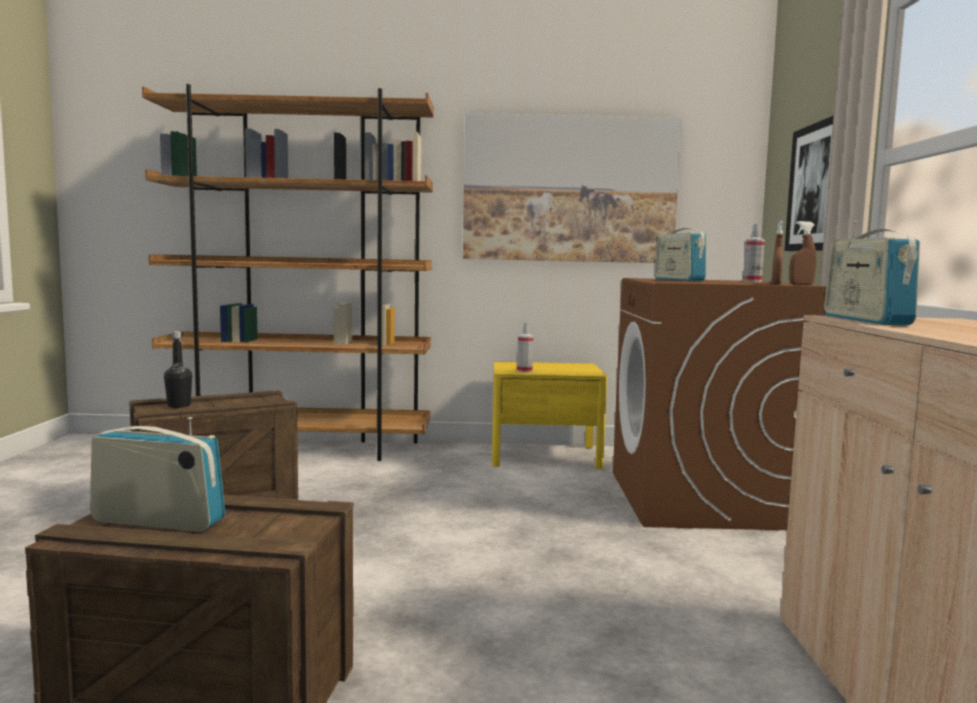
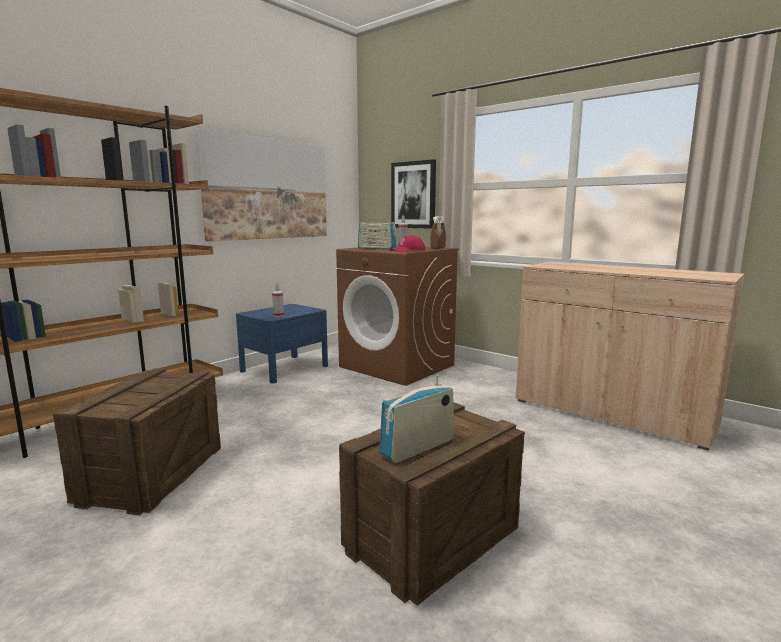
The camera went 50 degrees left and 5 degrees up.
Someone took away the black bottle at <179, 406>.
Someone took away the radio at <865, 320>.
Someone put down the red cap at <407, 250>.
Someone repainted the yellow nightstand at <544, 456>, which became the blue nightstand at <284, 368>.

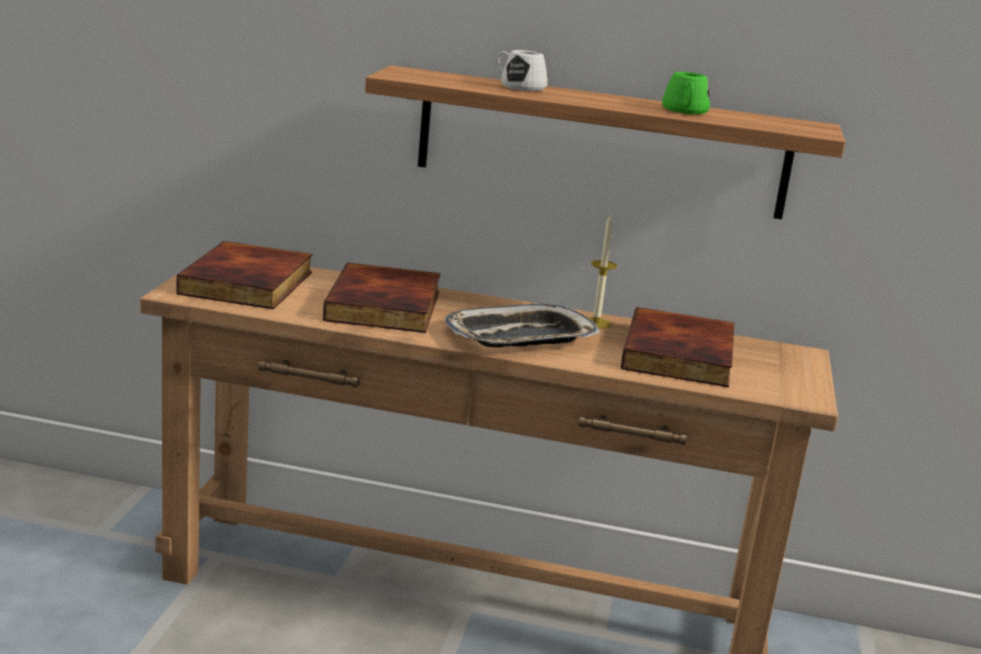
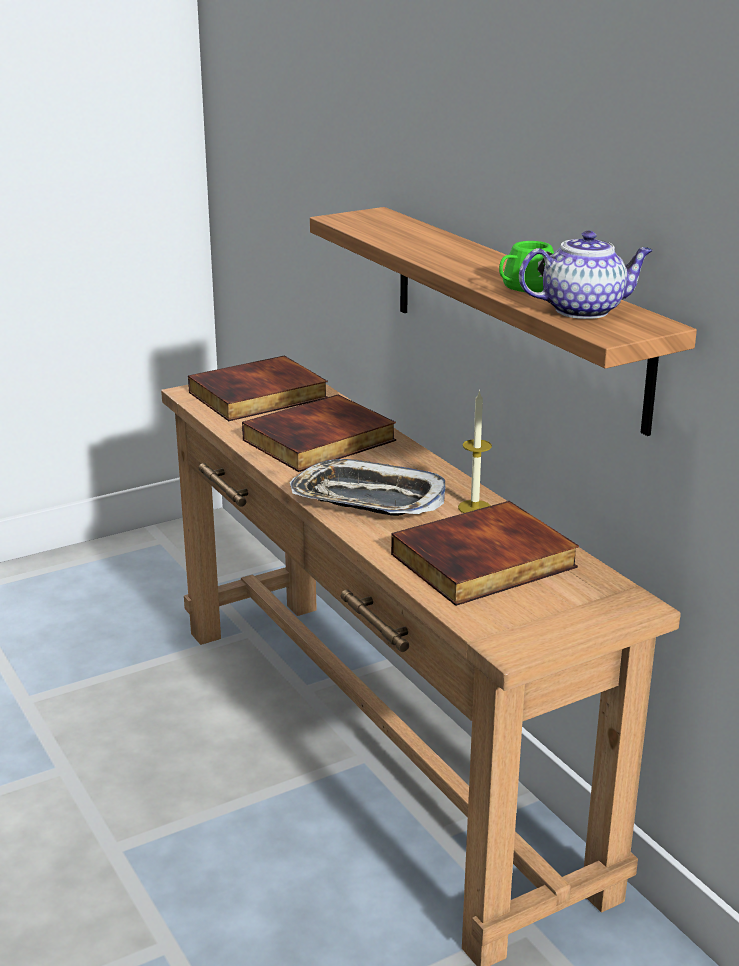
The camera went 50 degrees right and 5 degrees up.
Someone took away the white mug at <518, 86>.
Someone put down the teapot at <584, 310>.

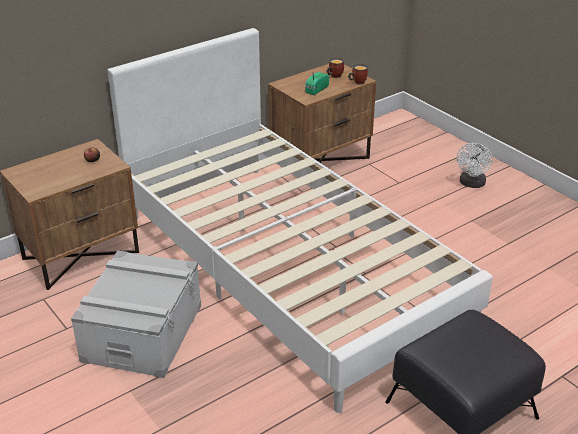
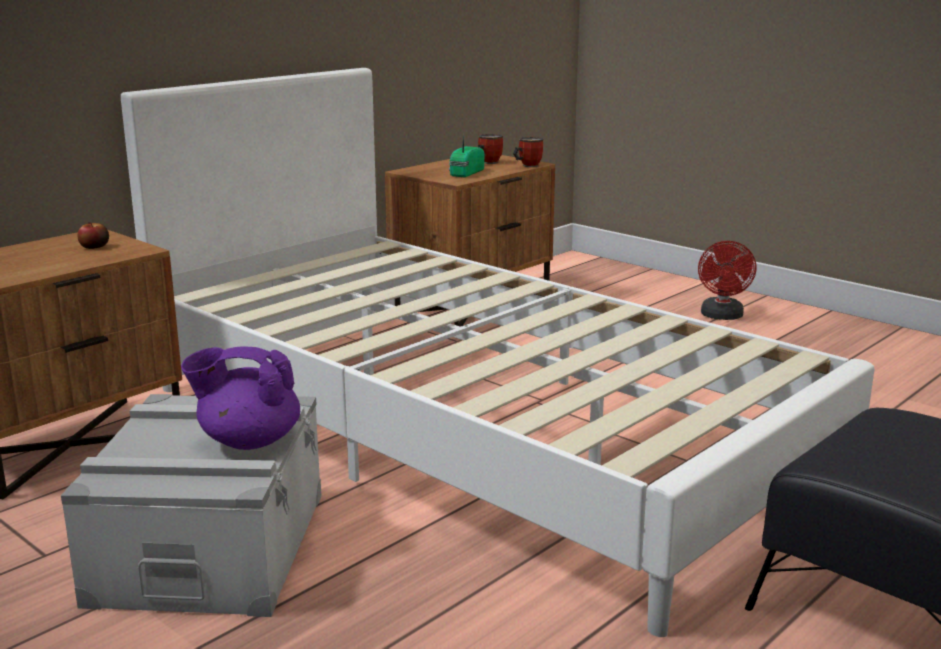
The camera went 10 degrees left and 15 degrees down.
Someone put down the purple teapot at <248, 441>.
Someone repainted the white fan at <471, 184>, which became the red fan at <722, 316>.

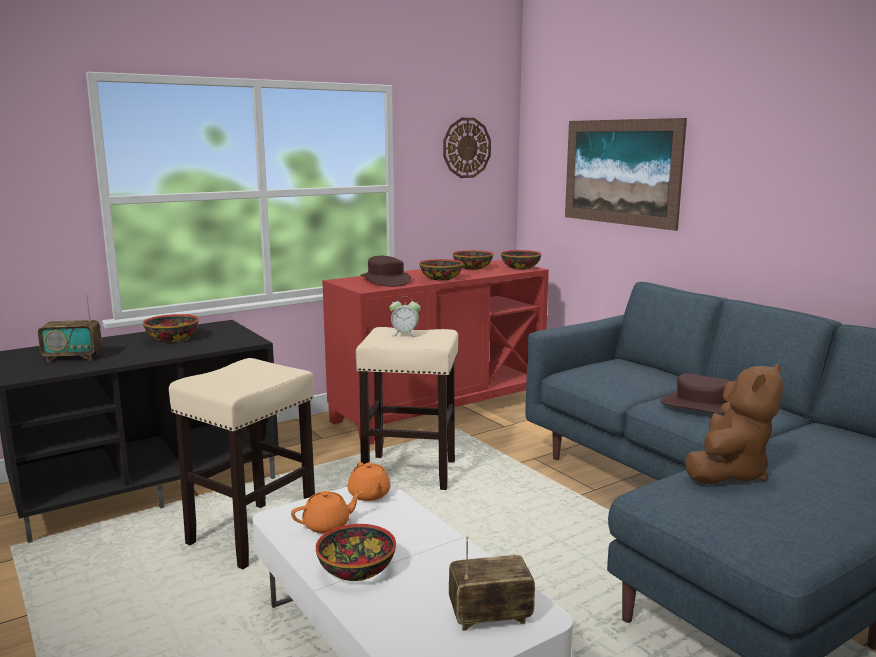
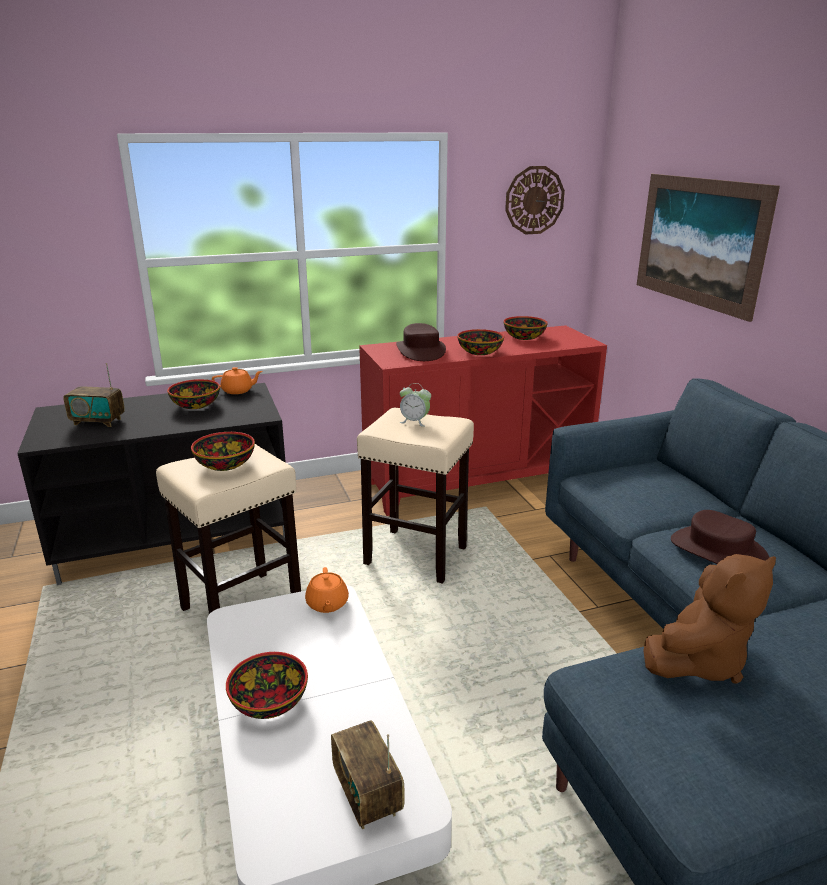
The camera went 15 degrees right and 10 degrees up.
Someone carried the orange teapot from <327, 525> to <238, 391>.
Someone carried the bowl from <520, 267> to <226, 464>.
Someone rotated the radio at <490, 617> by 120 degrees counterclockwise.

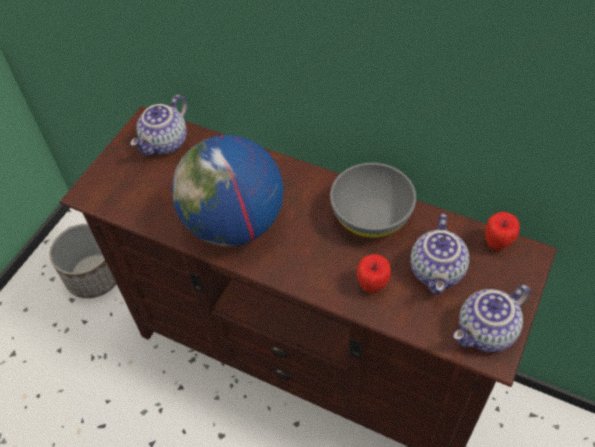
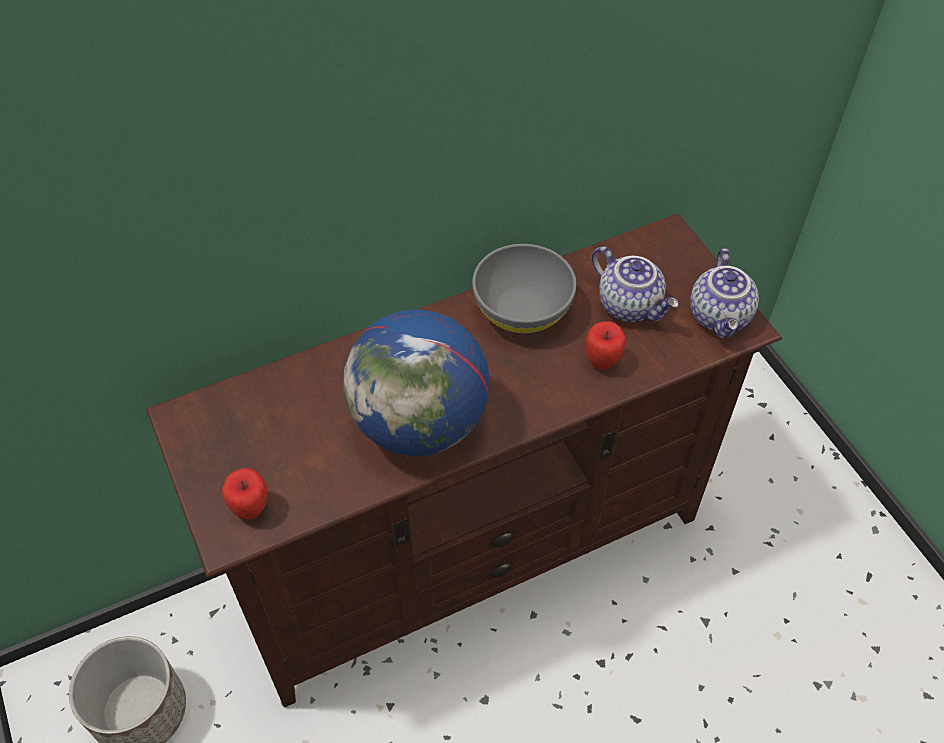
The camera went 55 degrees left and 0 degrees up.
Someone took away the teapot at <166, 143>.
Someone carried the apple from <497, 244> to <251, 509>.

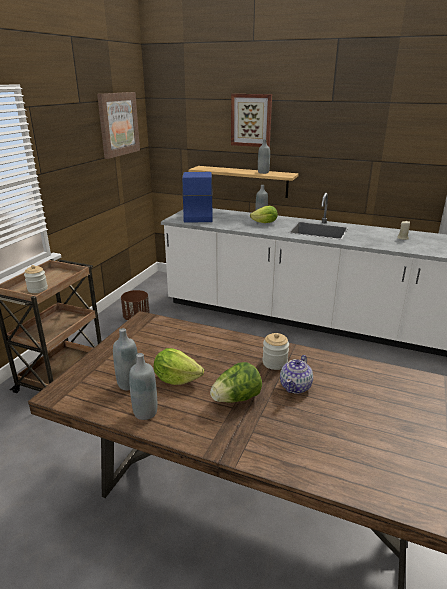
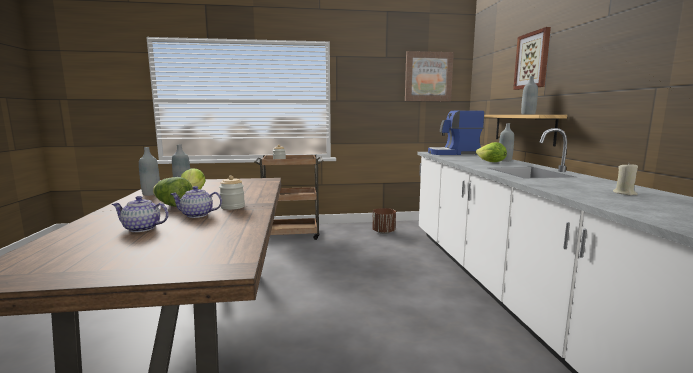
The camera went 60 degrees right and 15 degrees down.
Someone put down the teapot at <142, 228>.
Someone rotated the coffee machine at <197, 215> by 150 degrees counterclockwise.

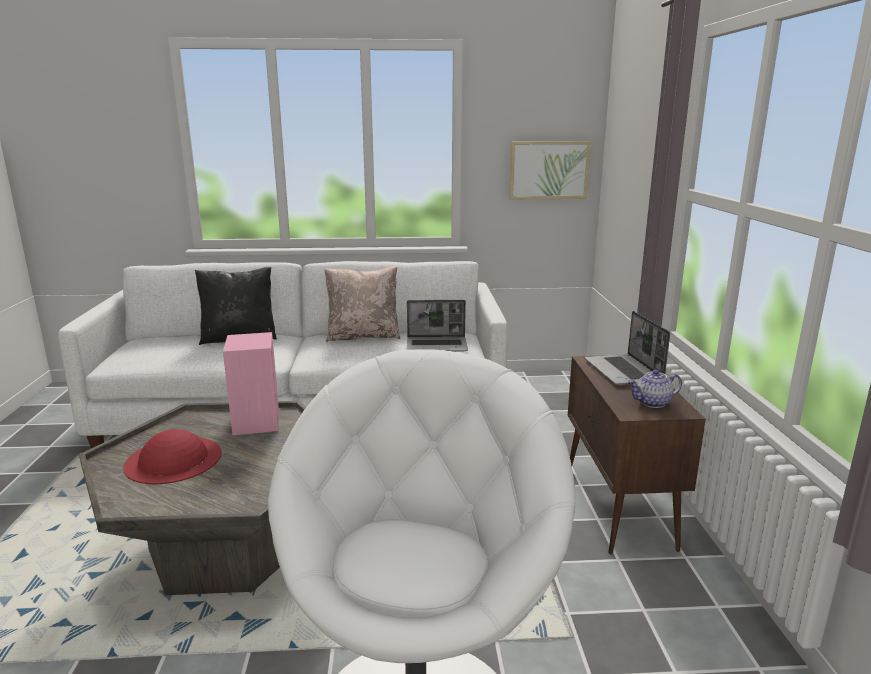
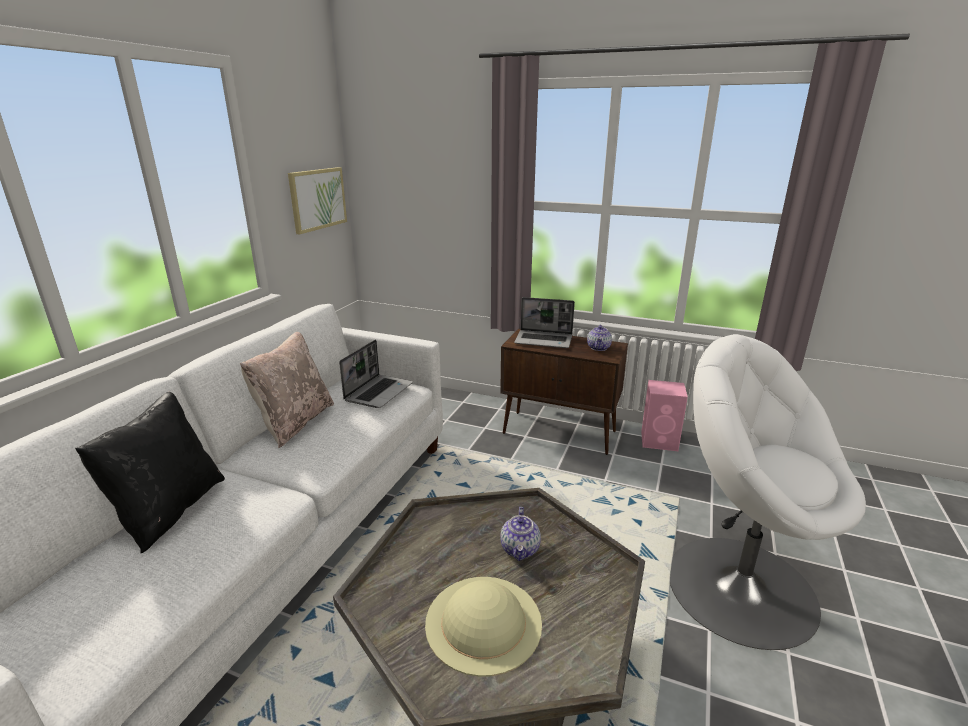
The camera went 65 degrees left and 5 degrees up.
Someone put down the teapot at <520, 549>.
Someone carried the pink speaker from <256, 422> to <660, 441>.
Someone repainted the red hat at <173, 459>, which became the beige hat at <483, 622>.

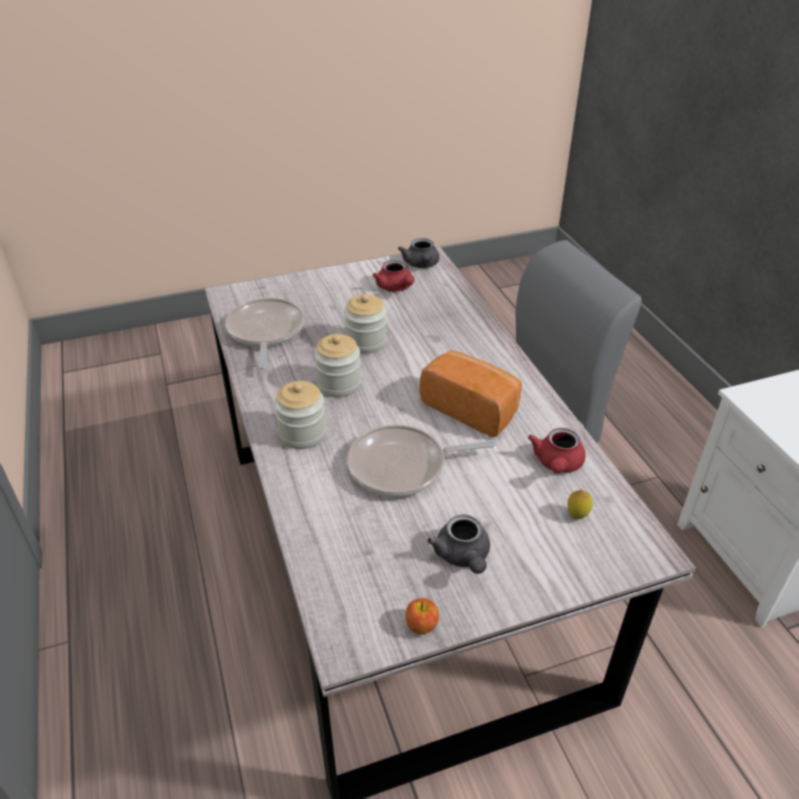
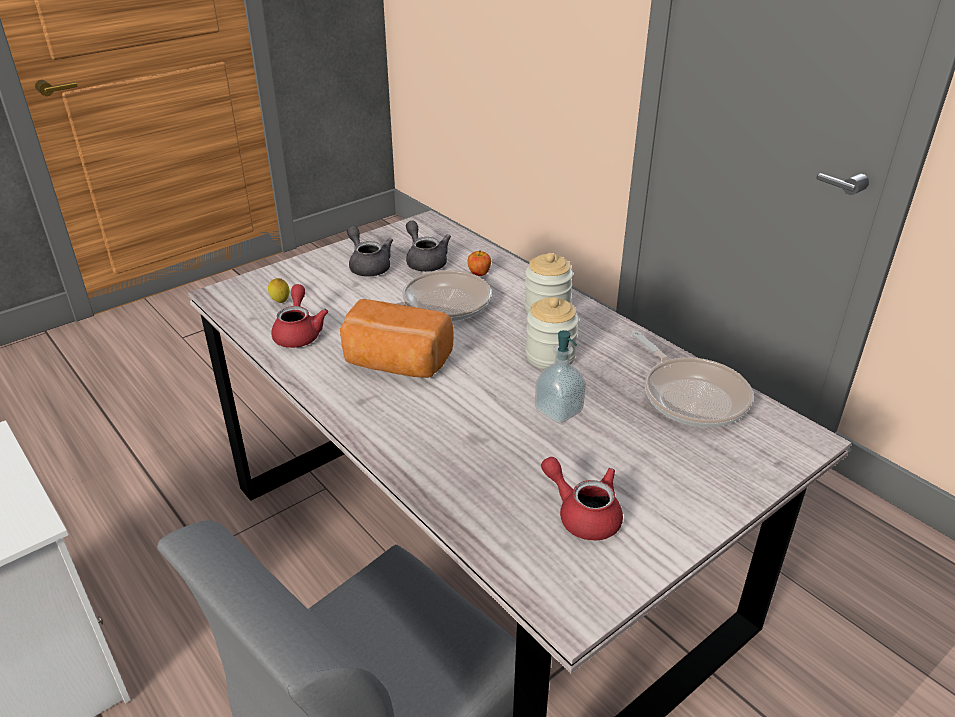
The camera went 160 degrees right and 5 degrees down.
Someone carried the grey teapot from <421, 265> to <425, 261>.
Someone carried the apple from <421, 625> to <479, 273>.
Someone swapped the jar at <366, 342> for the soap dispenser at <558, 411>.

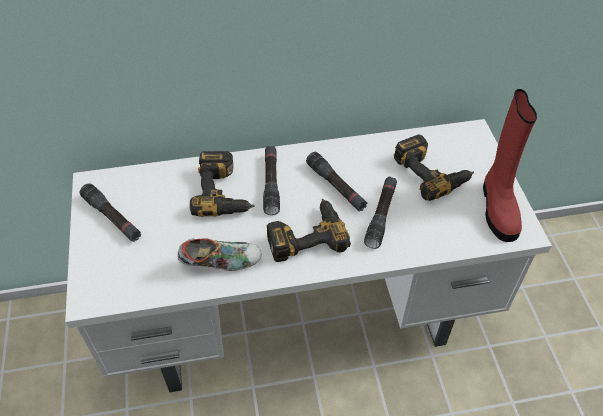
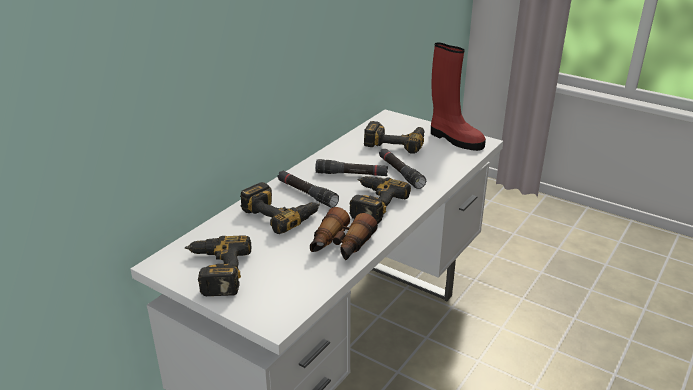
The camera went 45 degrees left and 20 degrees down.
Someone swapped the black flashlight at <112, 217> for the power drill at <214, 271>.
Someone swapped the shoe at <221, 262> for the binoculars at <340, 246>.

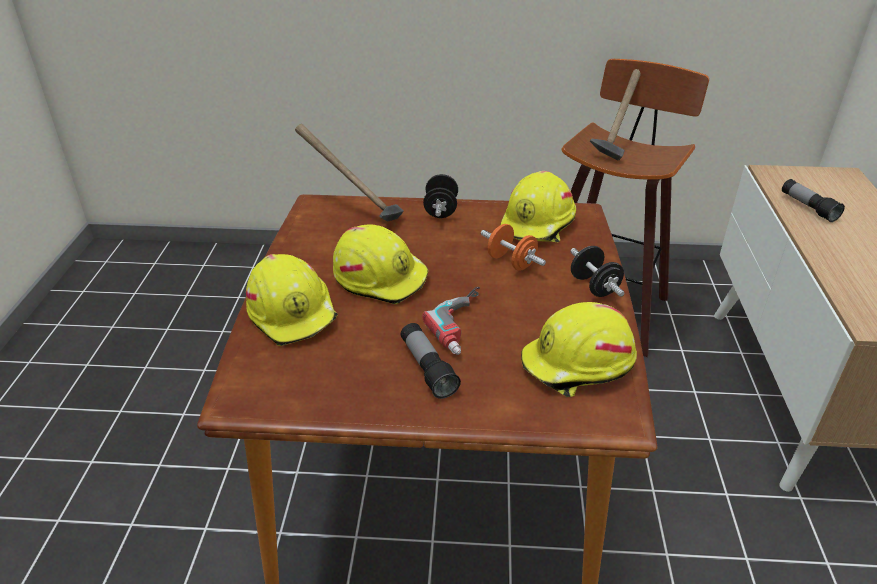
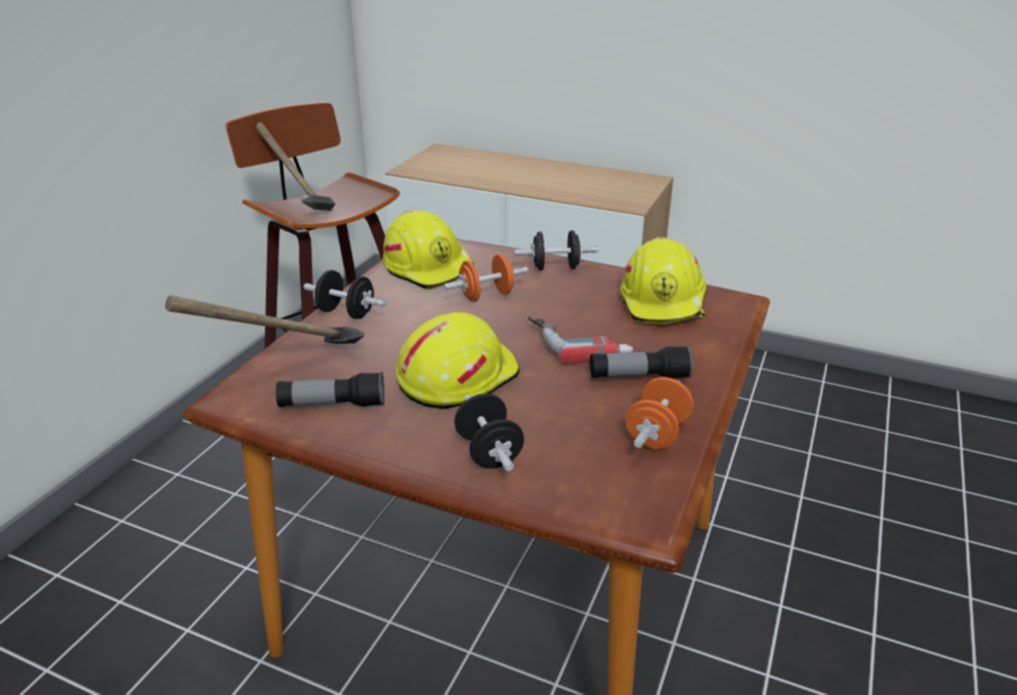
The camera went 70 degrees left and 5 degrees down.
Someone put down the orange dumbbell at <657, 434>.
Someone carried the flashlight from <808, 207> to <332, 405>.
Someone swapped the yellow hard hat at <293, 313> for the black dumbbell at <489, 452>.

